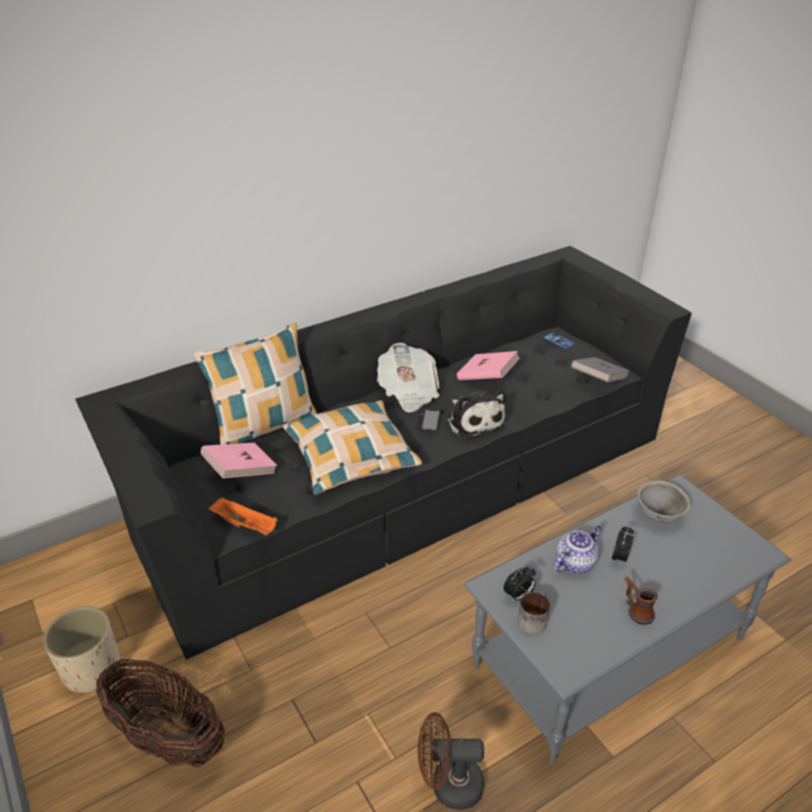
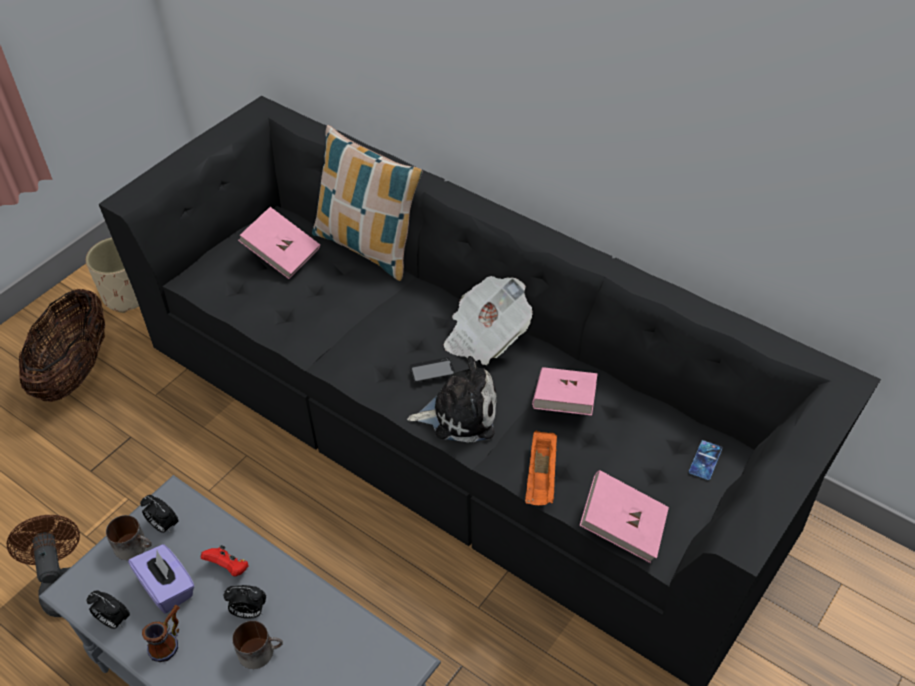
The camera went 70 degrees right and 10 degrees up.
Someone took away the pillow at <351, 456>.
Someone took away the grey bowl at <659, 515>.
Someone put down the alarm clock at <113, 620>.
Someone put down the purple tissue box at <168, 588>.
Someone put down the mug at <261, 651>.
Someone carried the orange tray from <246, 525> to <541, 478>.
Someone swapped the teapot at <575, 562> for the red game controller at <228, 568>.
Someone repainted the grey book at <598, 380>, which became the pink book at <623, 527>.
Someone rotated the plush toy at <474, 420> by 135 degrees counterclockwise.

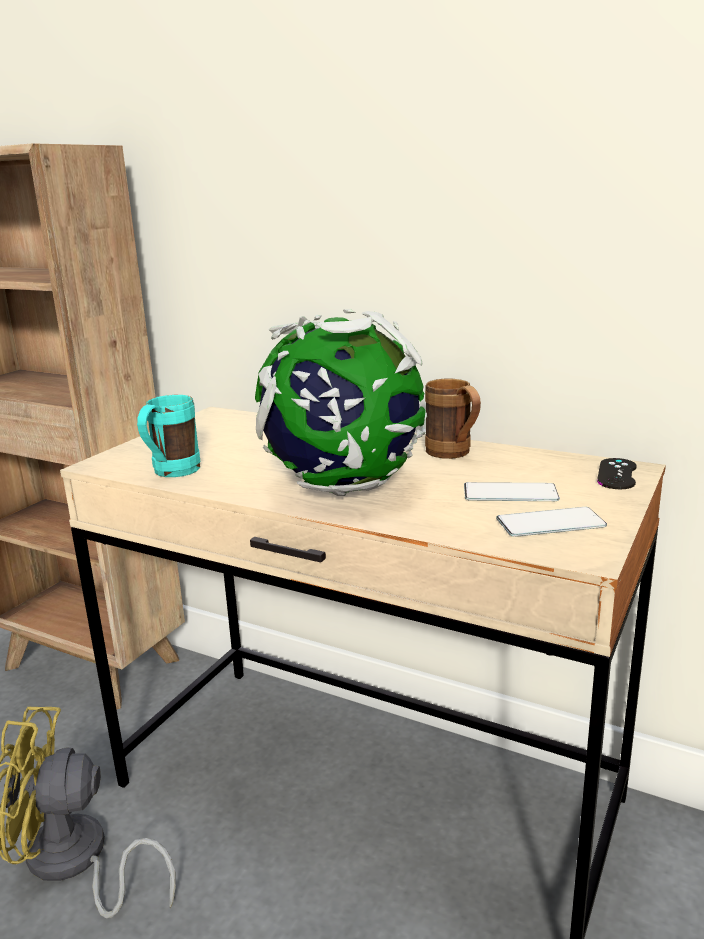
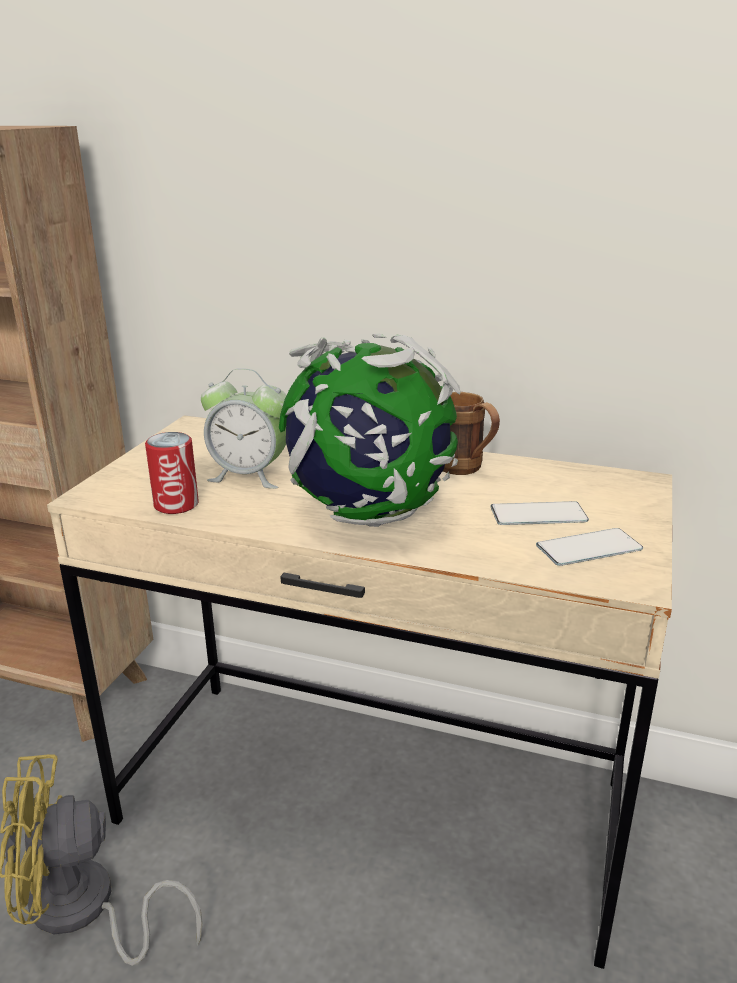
The camera went 10 degrees left and 5 degrees up.
Someone took away the black game controller at <617, 474>.
Someone put down the alarm clock at <249, 476>.
Someone swapped the turquoise mug at <170, 473> for the can at <176, 504>.

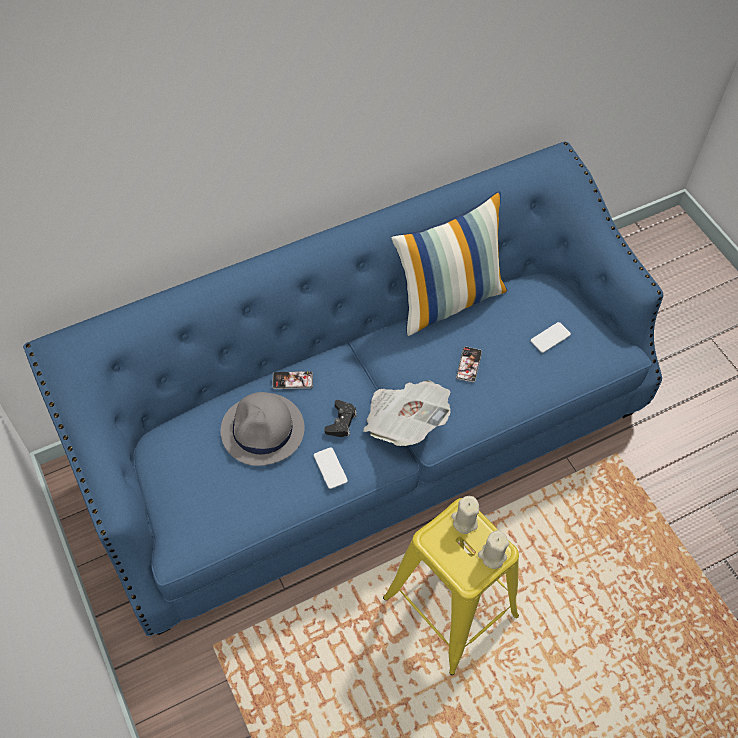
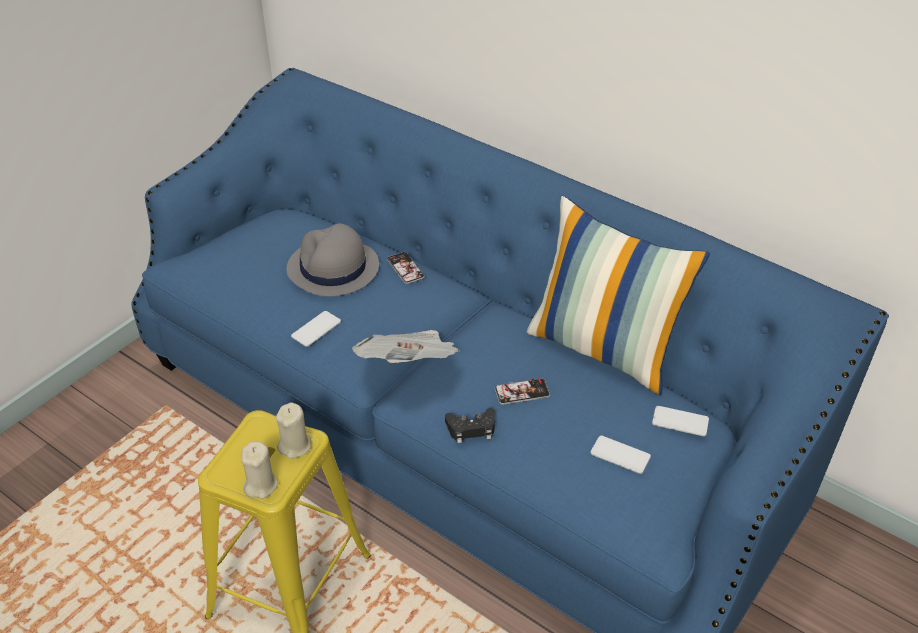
The camera went 65 degrees right and 15 degrees down.
Someone put down the phone at <680, 421>.
Someone carried the black game controller from <341, 422> to <471, 429>.

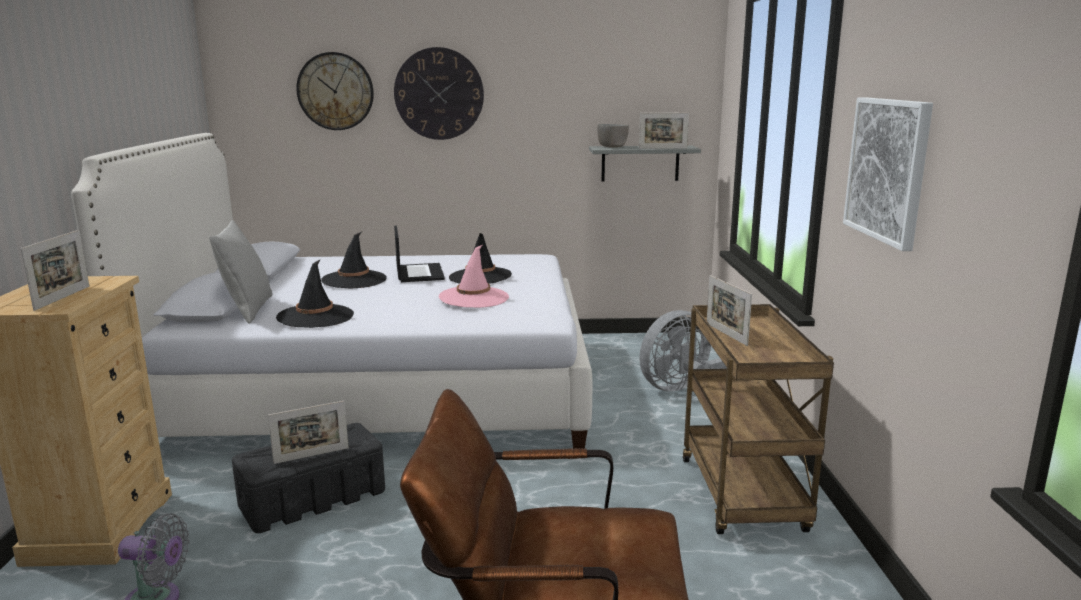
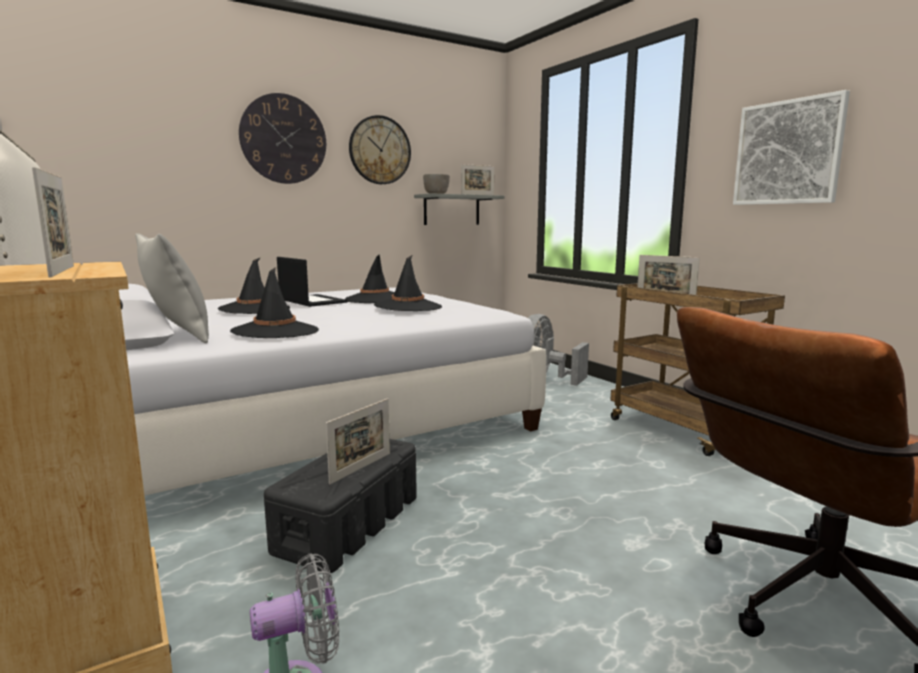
The camera went 30 degrees left and 5 degrees down.
Someone carried the wall clock from <335, 91> to <380, 150>.
Someone repainted the pink hat at <474, 297>, which became the black hat at <408, 307>.

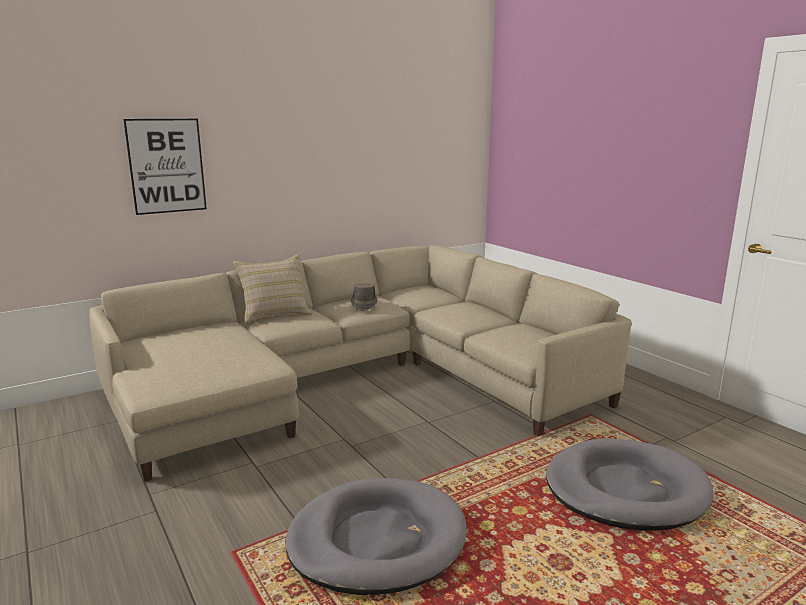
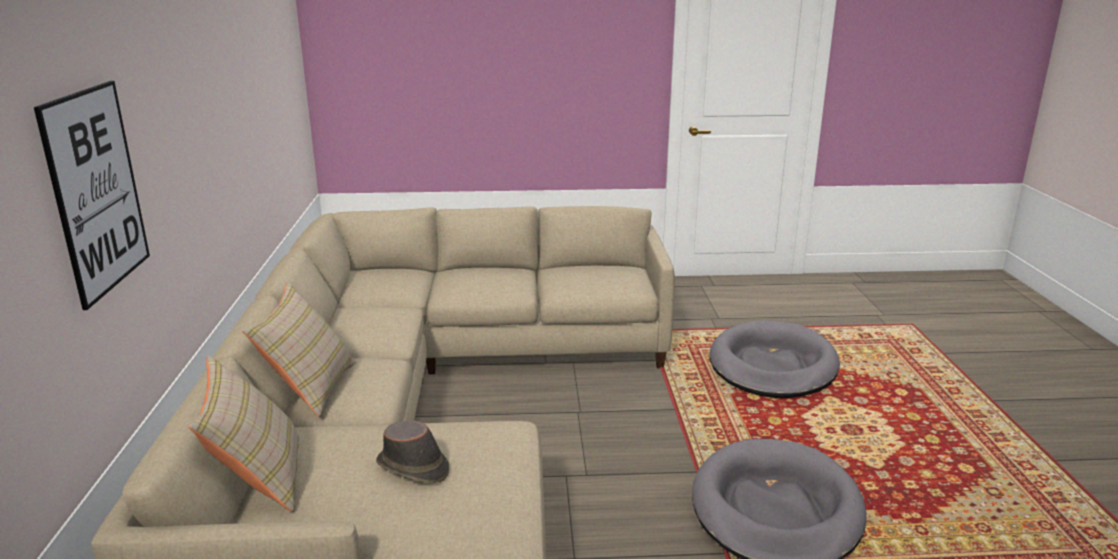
The camera went 60 degrees left and 5 degrees up.
Someone put down the beige pillow at <258, 478>.
Someone carried the brown hat from <364, 305> to <413, 467>.

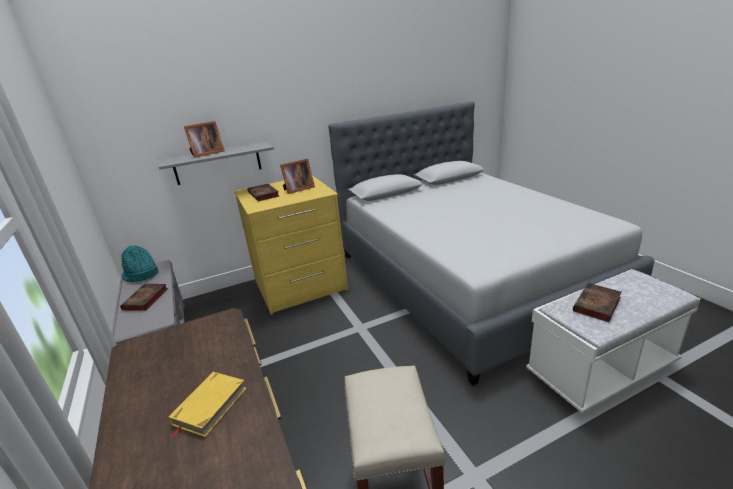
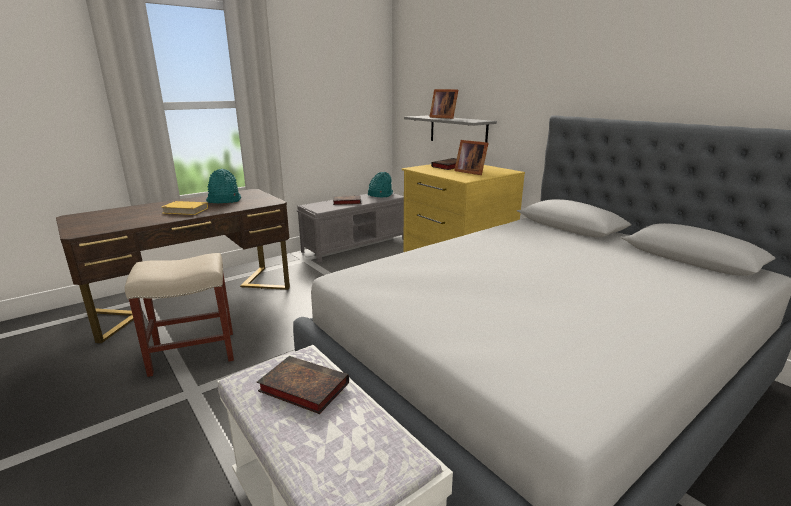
The camera went 75 degrees right and 5 degrees down.
Someone put down the turquoise hat at <223, 200>.

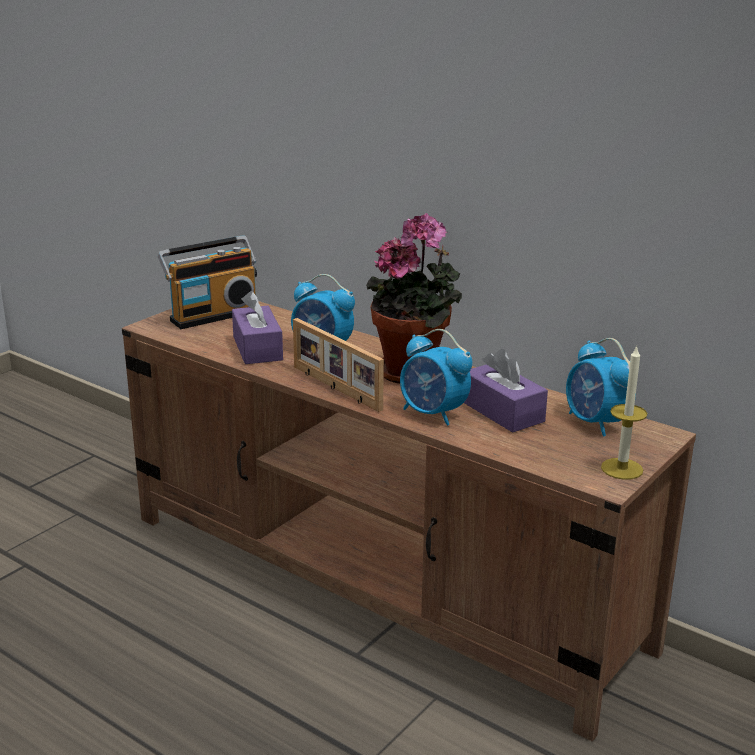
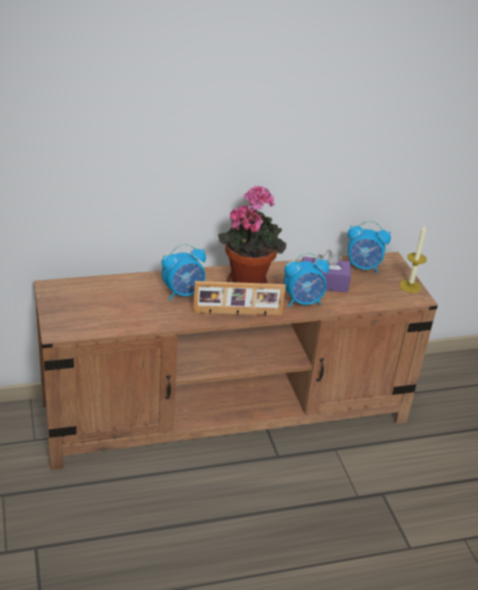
The camera went 55 degrees left and 10 degrees up.
Someone took away the radio at <212, 315>.
Someone took away the purple tissue box at <257, 348>.

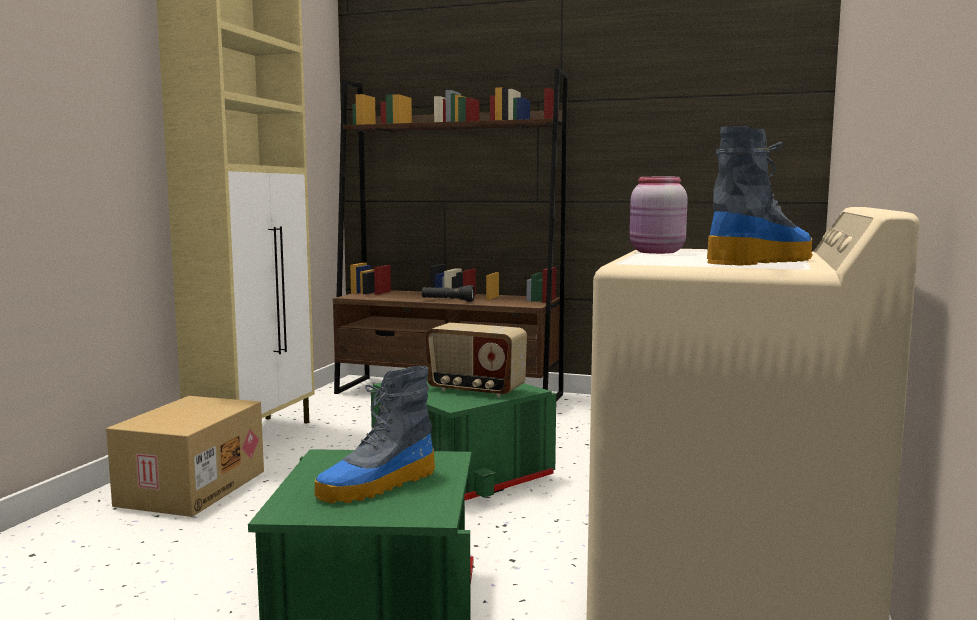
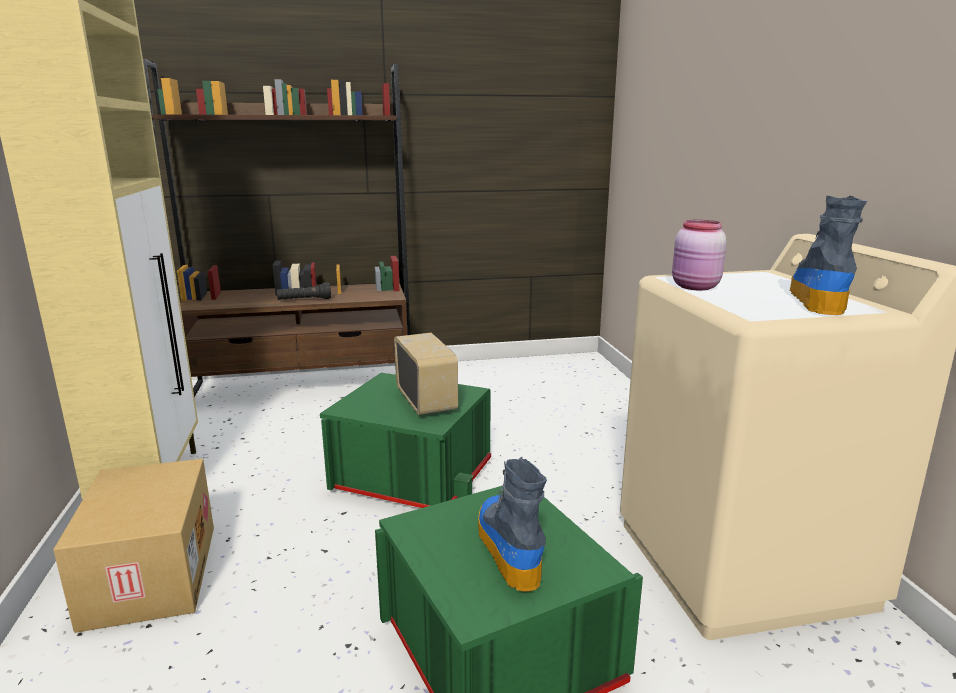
The camera went 30 degrees left and 10 degrees up.
Someone rotated the boot at <378, 485> by 150 degrees clockwise.
Someone rotated the radio at <475, 390> by 105 degrees counterclockwise.

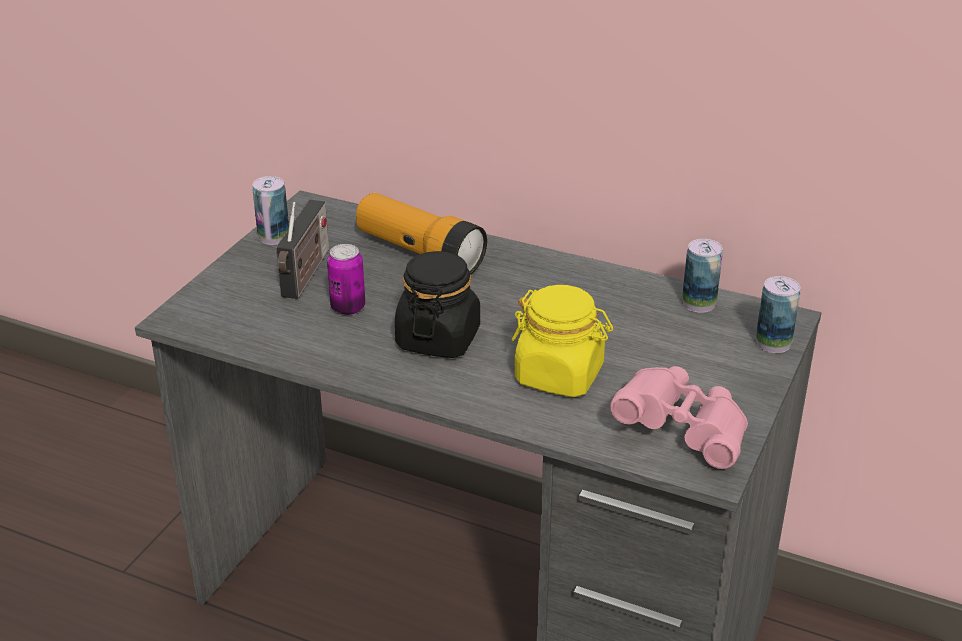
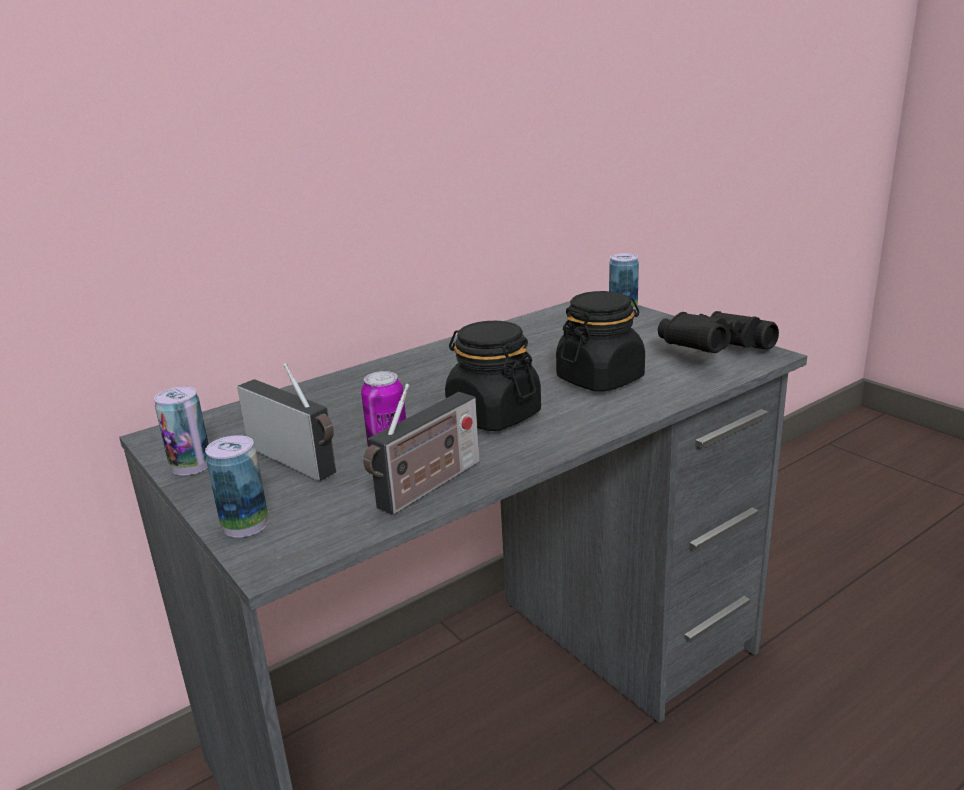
The camera went 60 degrees left and 10 degrees down.
Someone took away the flashlight at <420, 253>.
Someone put down the radio at <427, 487>.
Someone carried the can from <698, 303> to <245, 525>.
Someone repainted the yellow jar at <559, 375>, which became the black jar at <600, 379>.
Someone repainted the pink binoculars at <683, 432>, which became the black binoculars at <711, 354>.

